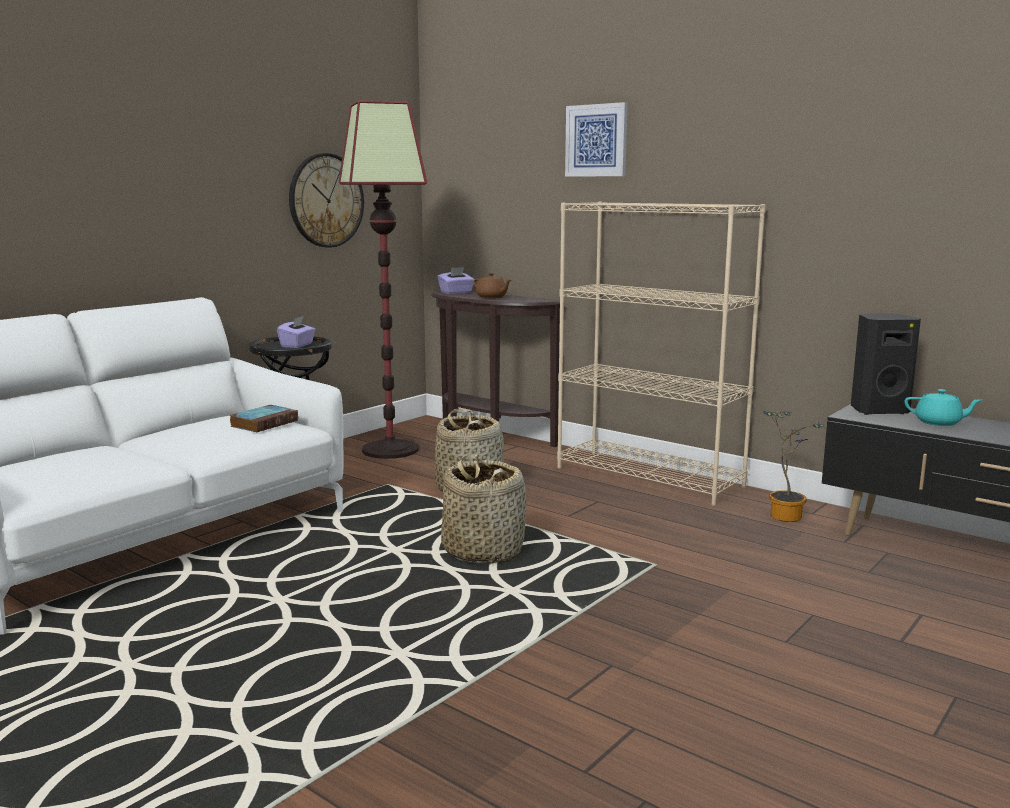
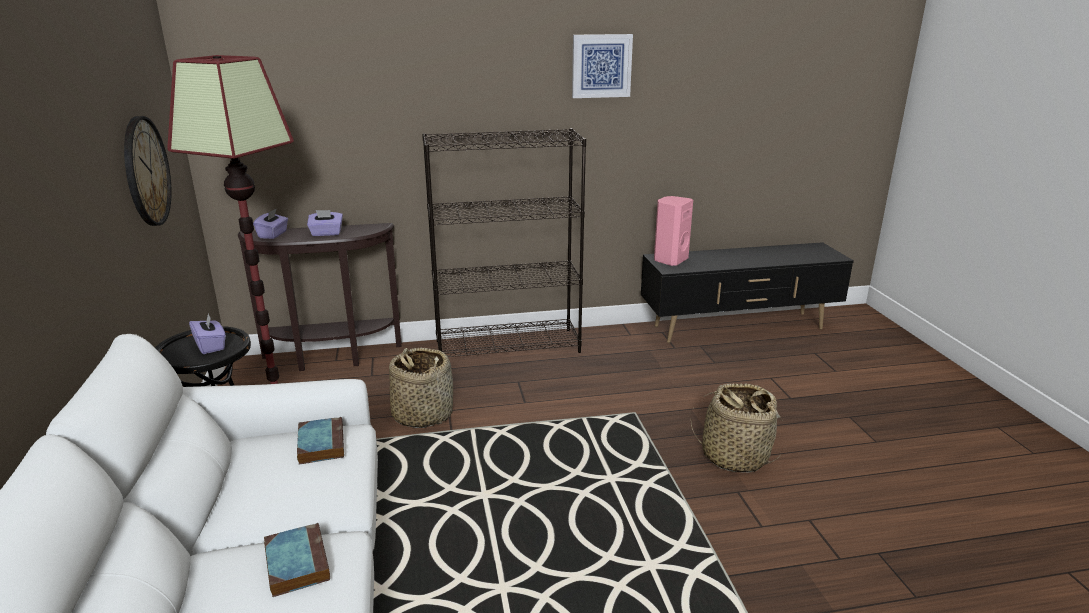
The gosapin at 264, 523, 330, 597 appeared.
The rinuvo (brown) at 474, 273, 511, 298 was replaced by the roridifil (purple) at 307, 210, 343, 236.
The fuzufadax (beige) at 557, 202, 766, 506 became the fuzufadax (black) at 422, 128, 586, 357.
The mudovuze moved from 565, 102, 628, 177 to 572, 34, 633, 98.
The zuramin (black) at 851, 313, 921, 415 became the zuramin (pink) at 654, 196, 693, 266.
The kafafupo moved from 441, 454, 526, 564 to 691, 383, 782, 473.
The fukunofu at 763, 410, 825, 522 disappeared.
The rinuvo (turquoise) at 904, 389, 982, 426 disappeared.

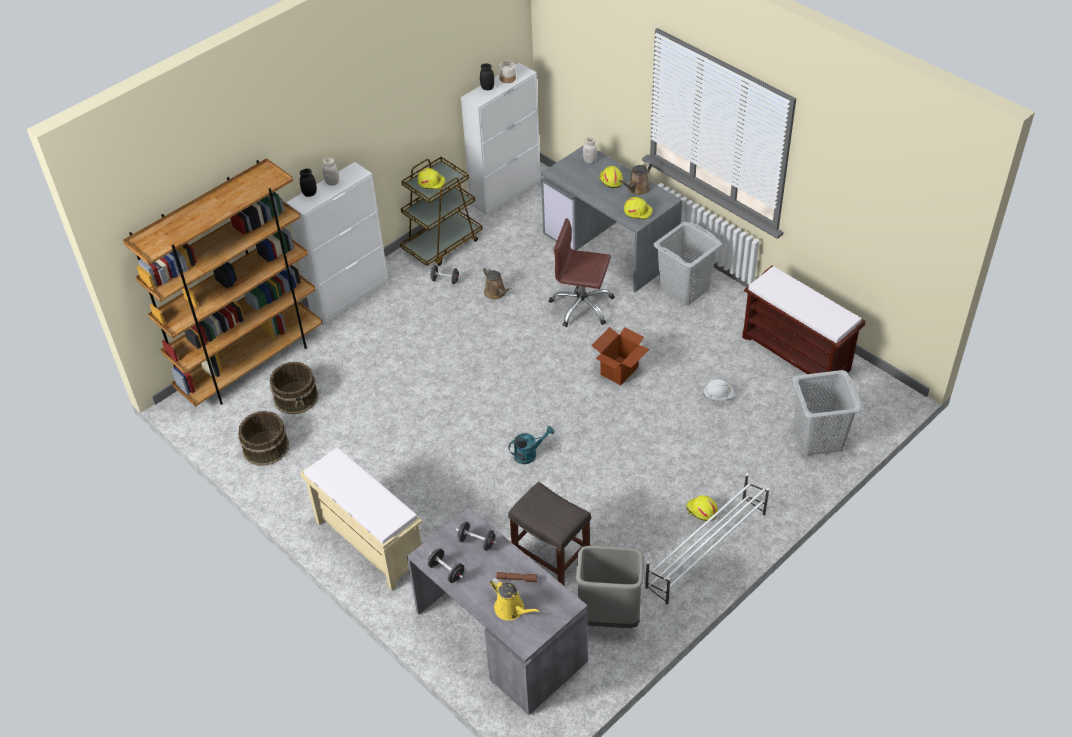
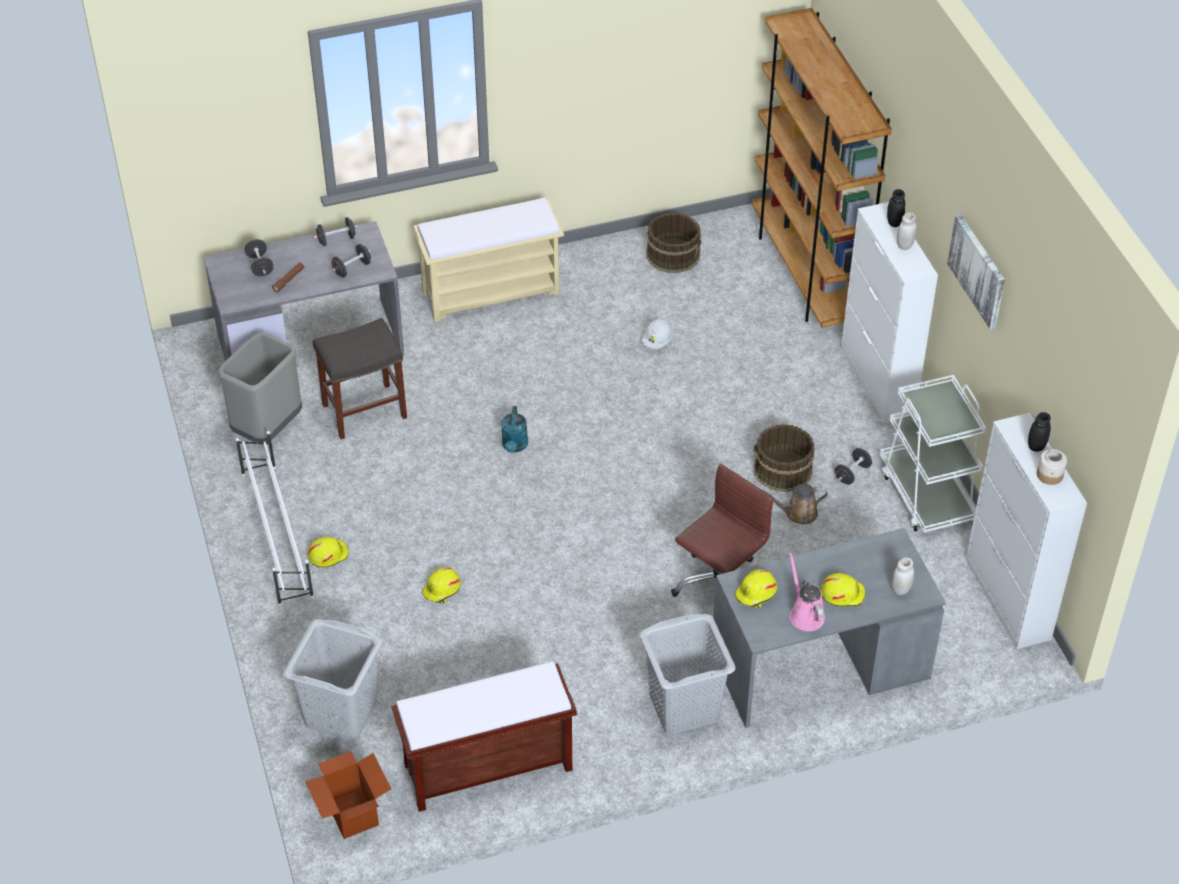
The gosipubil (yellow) at 490, 578, 540, 620 was replaced by the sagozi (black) at 245, 239, 274, 277.
The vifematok moved from 591, 327, 649, 385 to 305, 751, 391, 839.
The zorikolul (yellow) moved from 417, 168, 445, 190 to 422, 567, 461, 603.
The zorikolul (white) moved from 703, 379, 734, 400 to 642, 318, 673, 349.
The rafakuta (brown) moved from 270, 362, 319, 415 to 753, 424, 815, 492.
The gosipubil (brown) at 618, 162, 652, 195 became the gosipubil (pink) at 789, 551, 825, 631.
The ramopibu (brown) at 400, 157, 483, 266 became the ramopibu (white) at 880, 375, 986, 533.
The mudovuze at 947, 215, 1005, 329 appeared.

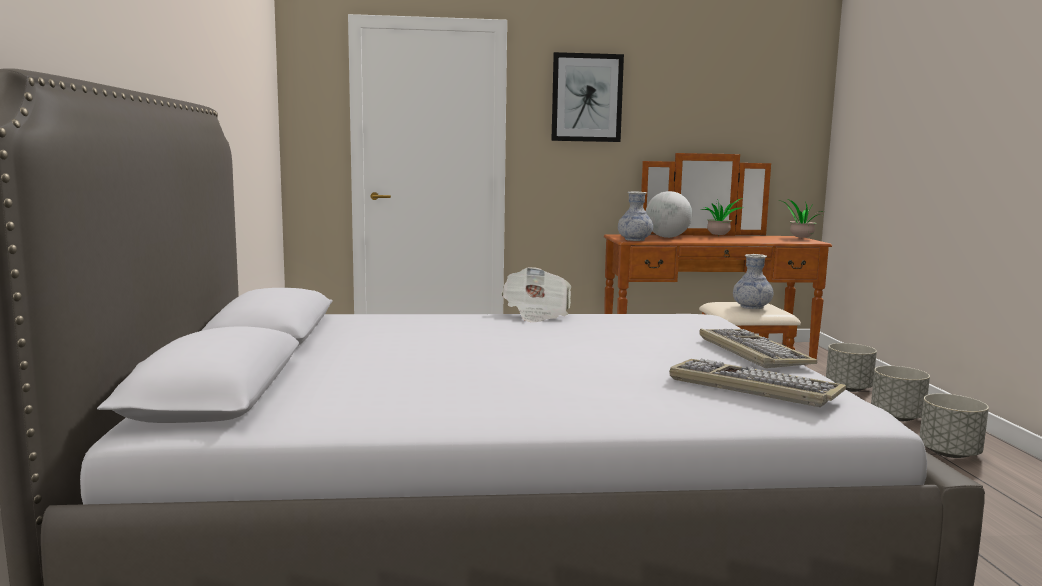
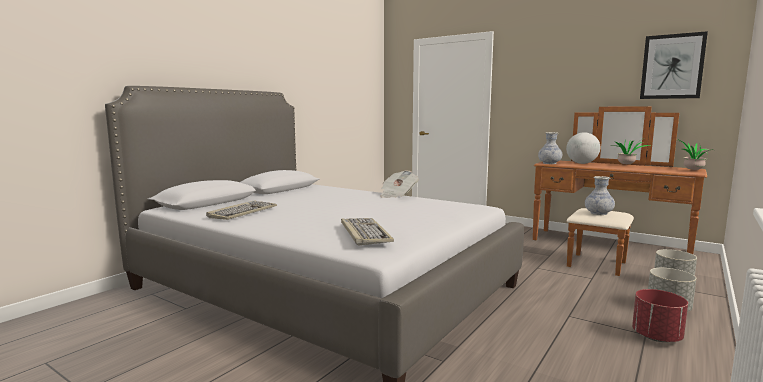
The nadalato moved from 699, 329, 817, 368 to 206, 200, 277, 220.
The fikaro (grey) at 919, 394, 989, 458 became the fikaro (red) at 632, 289, 688, 342.
The mudovuze moved from 551, 52, 624, 142 to 640, 31, 708, 99.

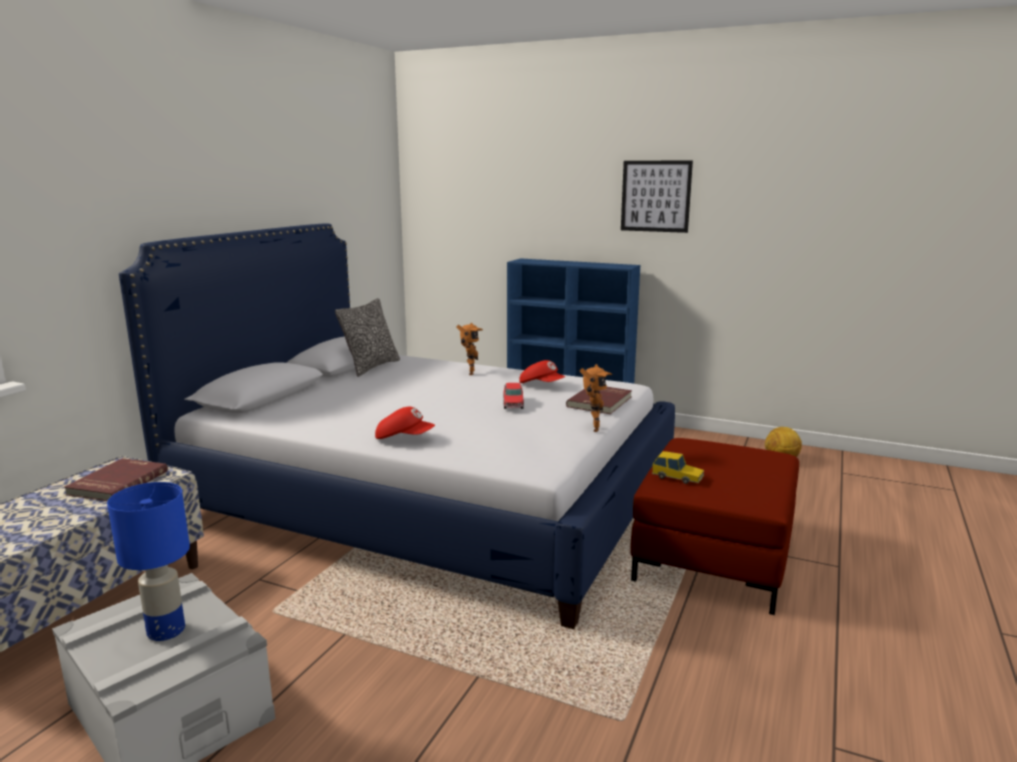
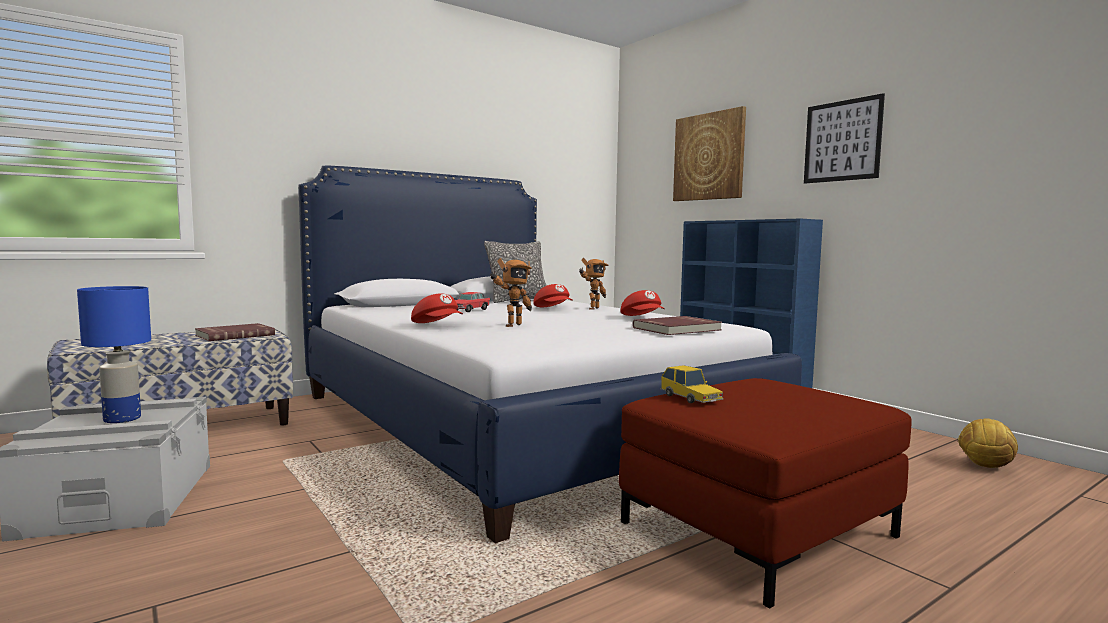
The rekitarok moved from 503, 383, 524, 409 to 455, 292, 490, 312.
The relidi moved from 580, 364, 613, 432 to 490, 258, 532, 327.
The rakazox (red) at 533, 284, 573, 307 appeared.
The mudovuze at 673, 106, 746, 201 appeared.

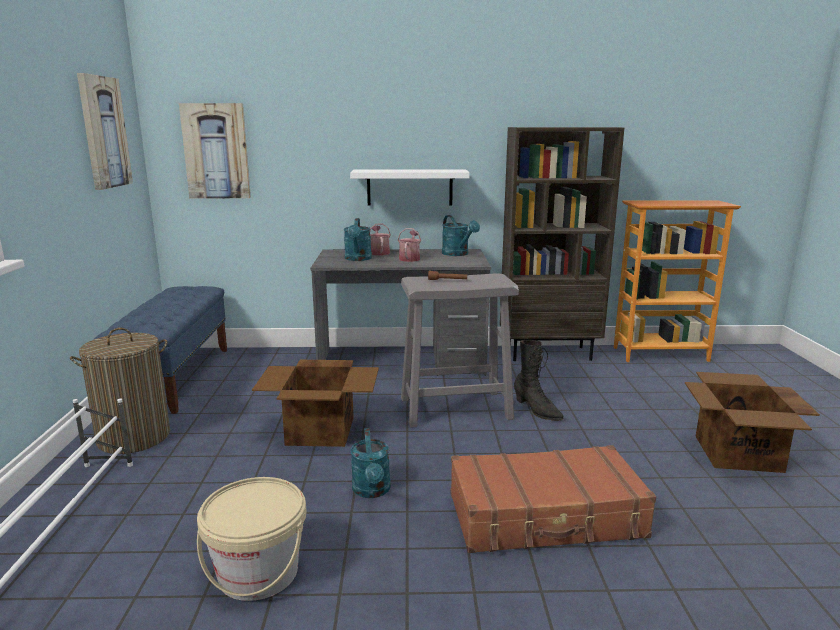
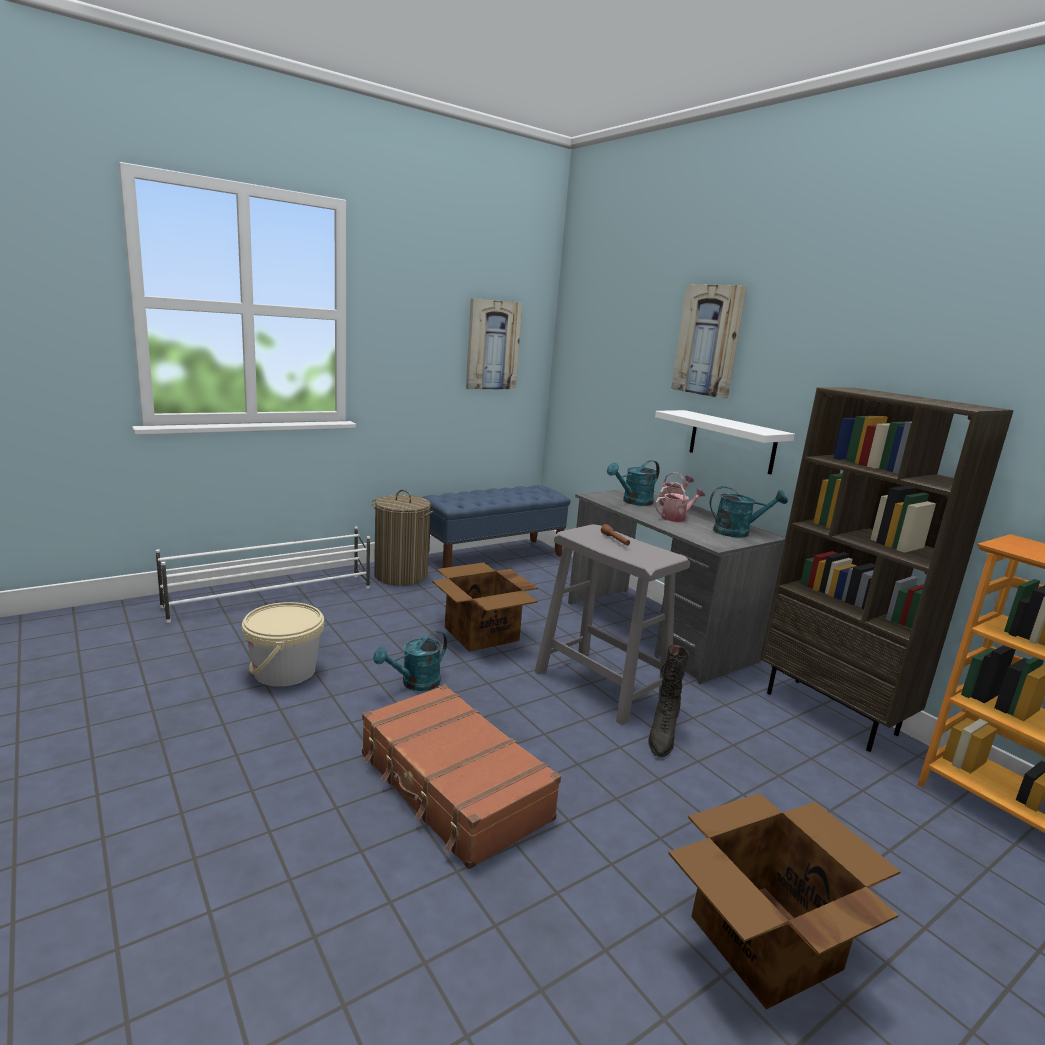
The mudovuze moved from 179, 103, 251, 198 to 671, 284, 747, 399.
The gosipubil (turquoise) at 442, 215, 480, 256 turned 120 degrees counterclockwise.

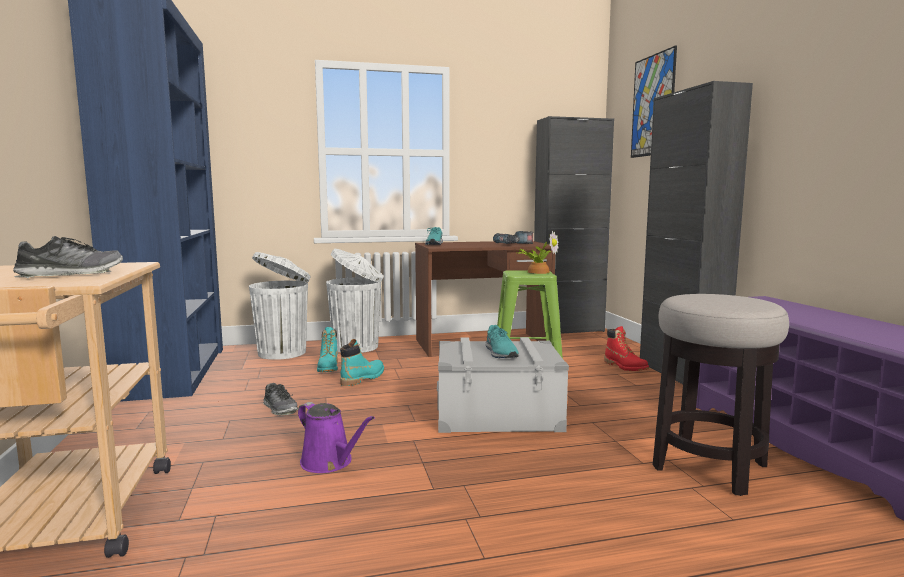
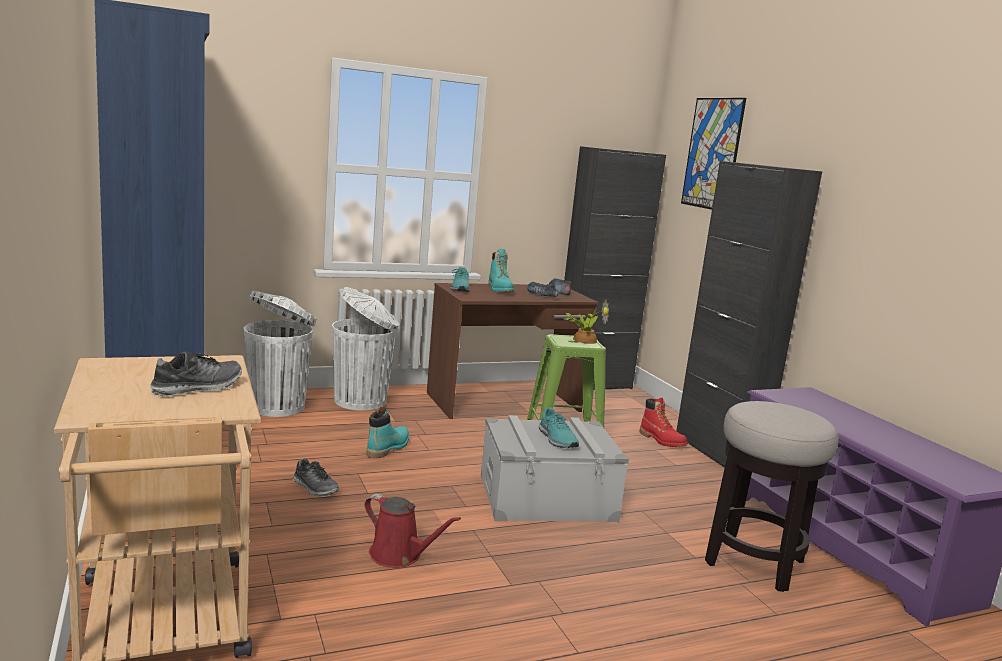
The gosipubil (purple) at 298, 402, 375, 473 became the gosipubil (red) at 364, 494, 461, 568.
The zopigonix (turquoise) moved from 317, 327, 338, 372 to 488, 249, 514, 293.

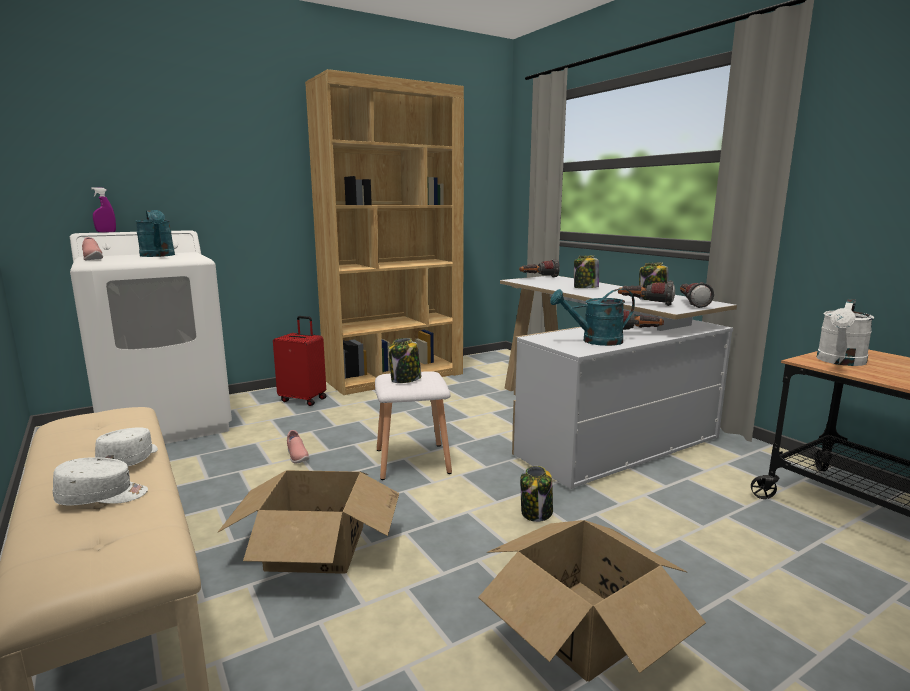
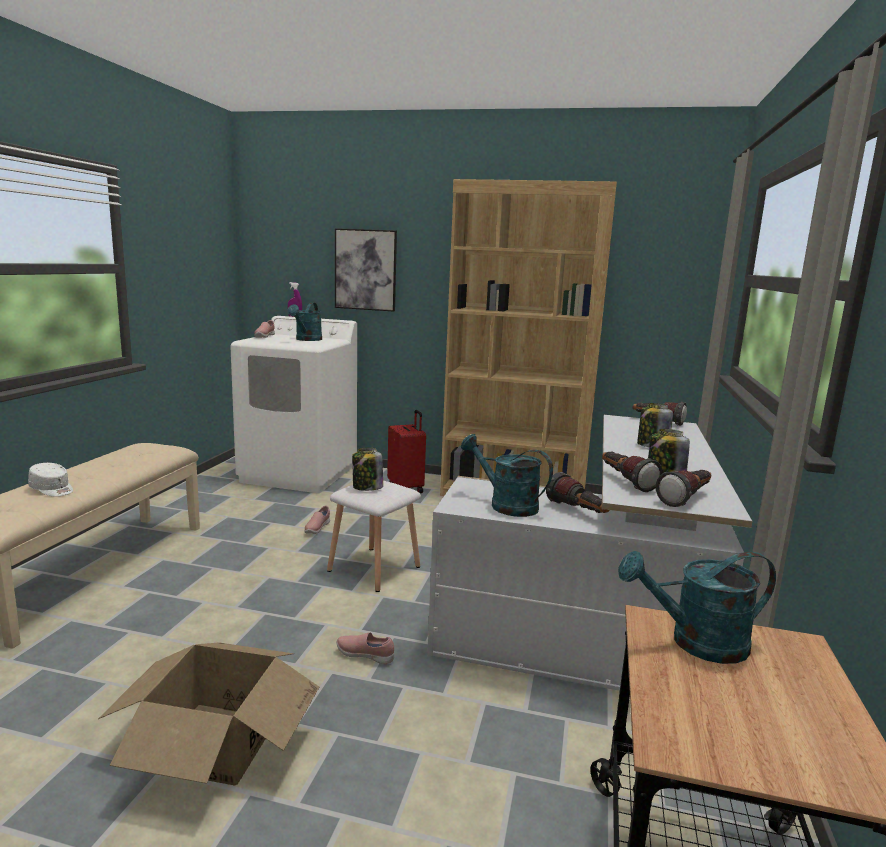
The mudovuze at 335, 228, 397, 312 appeared.
The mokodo at 520, 466, 553, 522 was replaced by the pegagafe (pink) at 336, 632, 394, 664.
The gosipubil (white) at 817, 299, 874, 366 became the gosipubil (turquoise) at 618, 551, 776, 664.
The rakazox (white) at 95, 427, 158, 466 disappeared.
The vifematok at 217, 470, 399, 574 disappeared.

